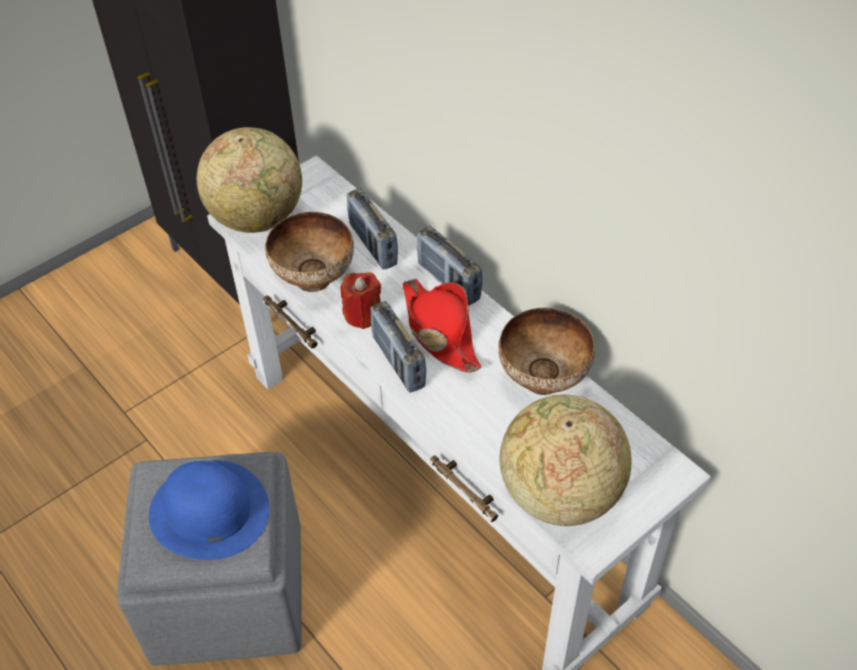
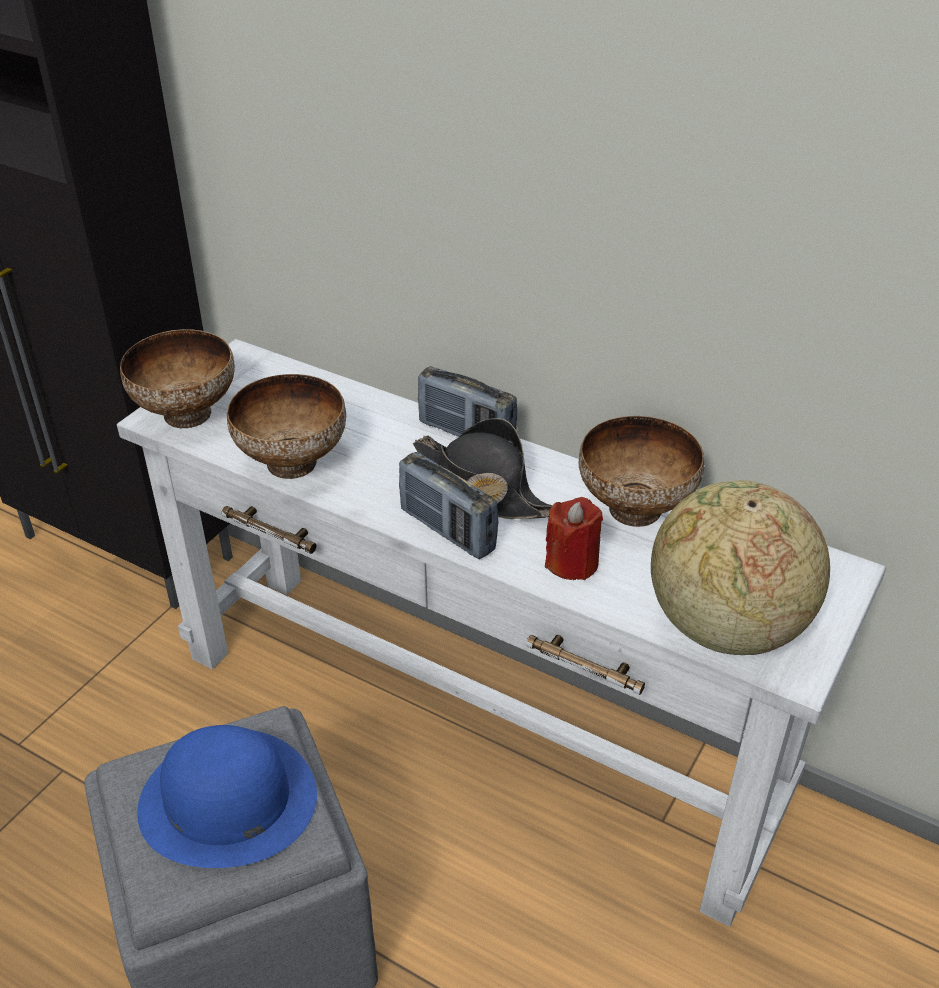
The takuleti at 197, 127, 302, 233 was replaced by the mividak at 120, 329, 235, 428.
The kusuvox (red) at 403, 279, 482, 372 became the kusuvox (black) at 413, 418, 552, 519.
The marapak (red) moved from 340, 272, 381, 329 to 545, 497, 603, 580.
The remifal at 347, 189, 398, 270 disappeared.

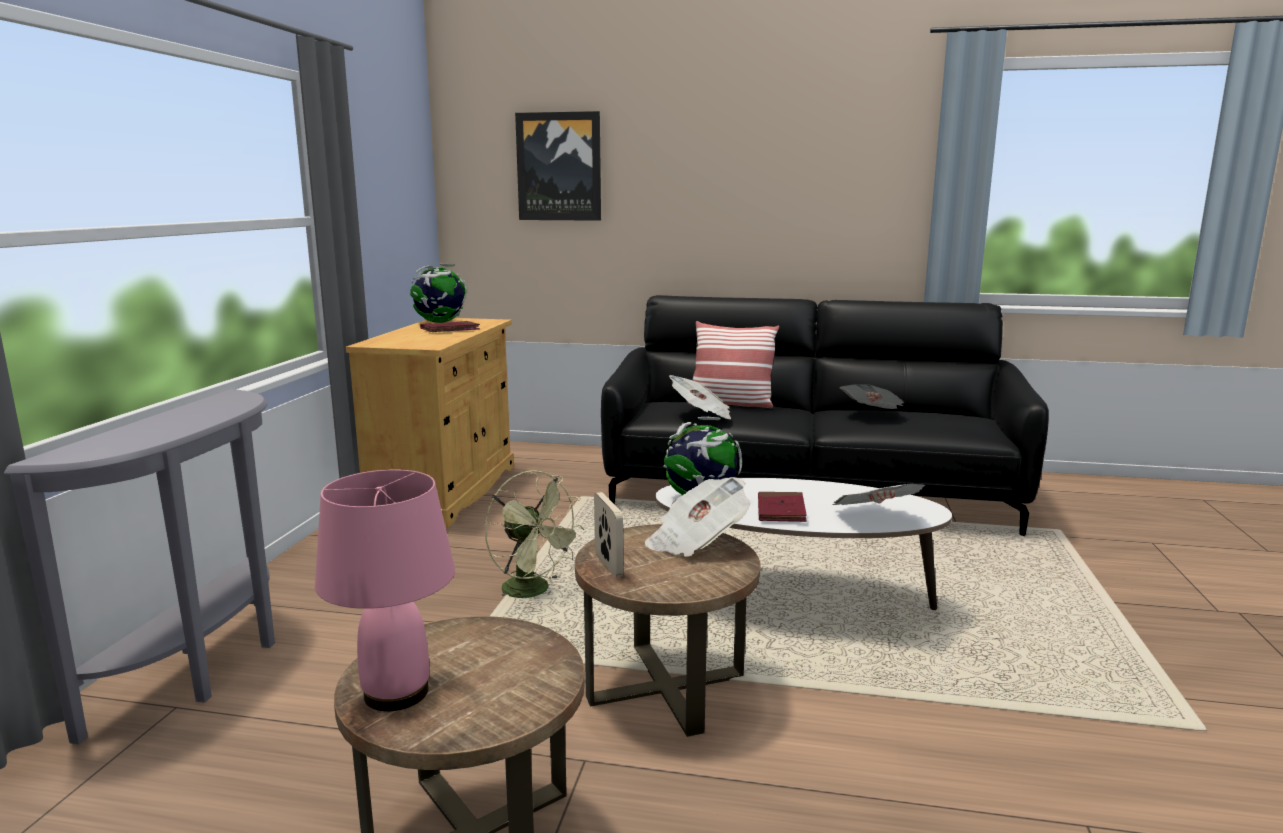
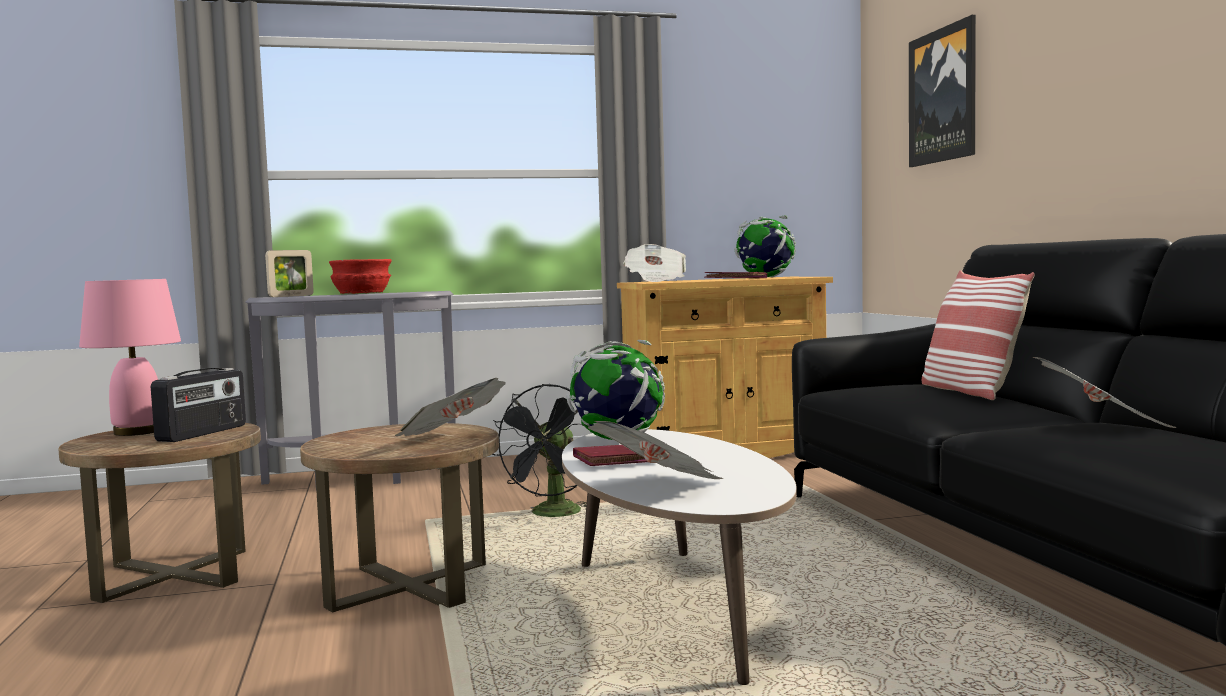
The remifal at 151, 368, 246, 442 appeared.
The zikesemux moved from 594, 492, 623, 577 to 265, 250, 314, 297.
The mividak (red) at 329, 259, 392, 294 appeared.
The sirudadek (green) at 484, 470, 585, 599 became the sirudadek (black) at 492, 384, 587, 517.
The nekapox moved from 669, 375, 731, 420 to 623, 244, 686, 282.

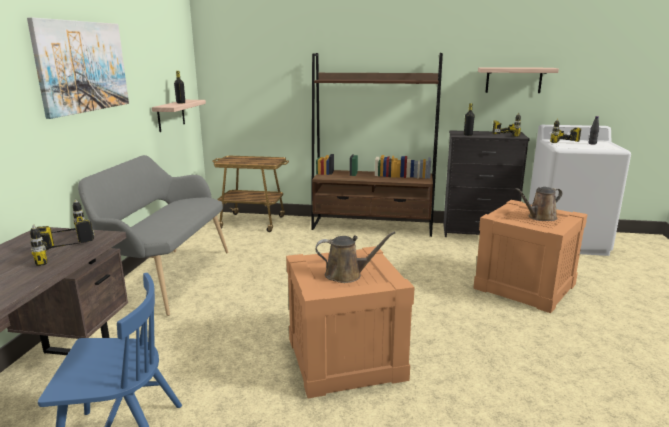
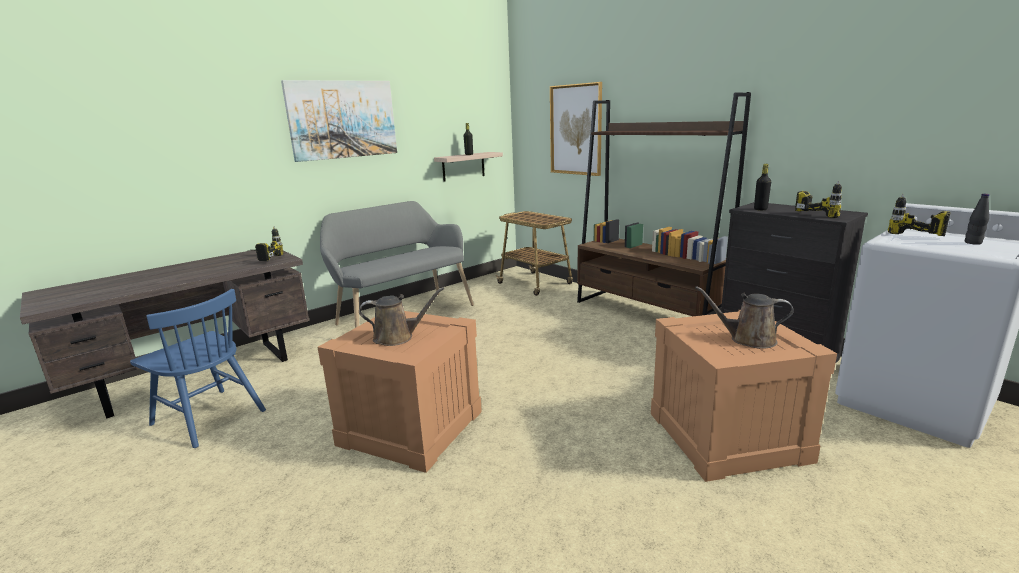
The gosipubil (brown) at 315, 232, 395, 283 turned 45 degrees counterclockwise.
The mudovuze at 550, 82, 602, 176 appeared.
The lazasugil at 30, 224, 83, 266 disappeared.
The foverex at 478, 67, 559, 93 disappeared.

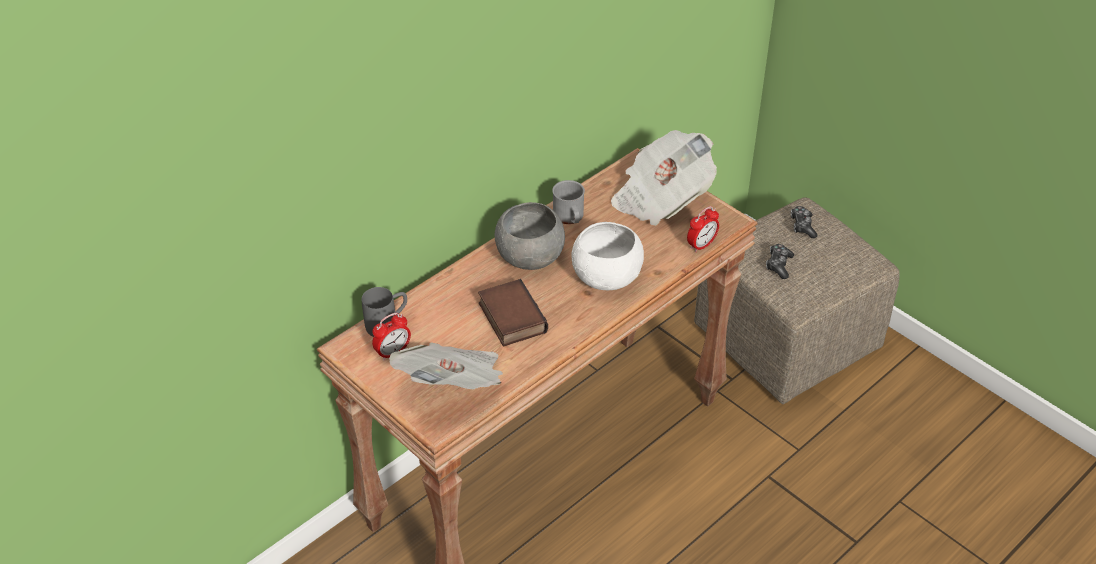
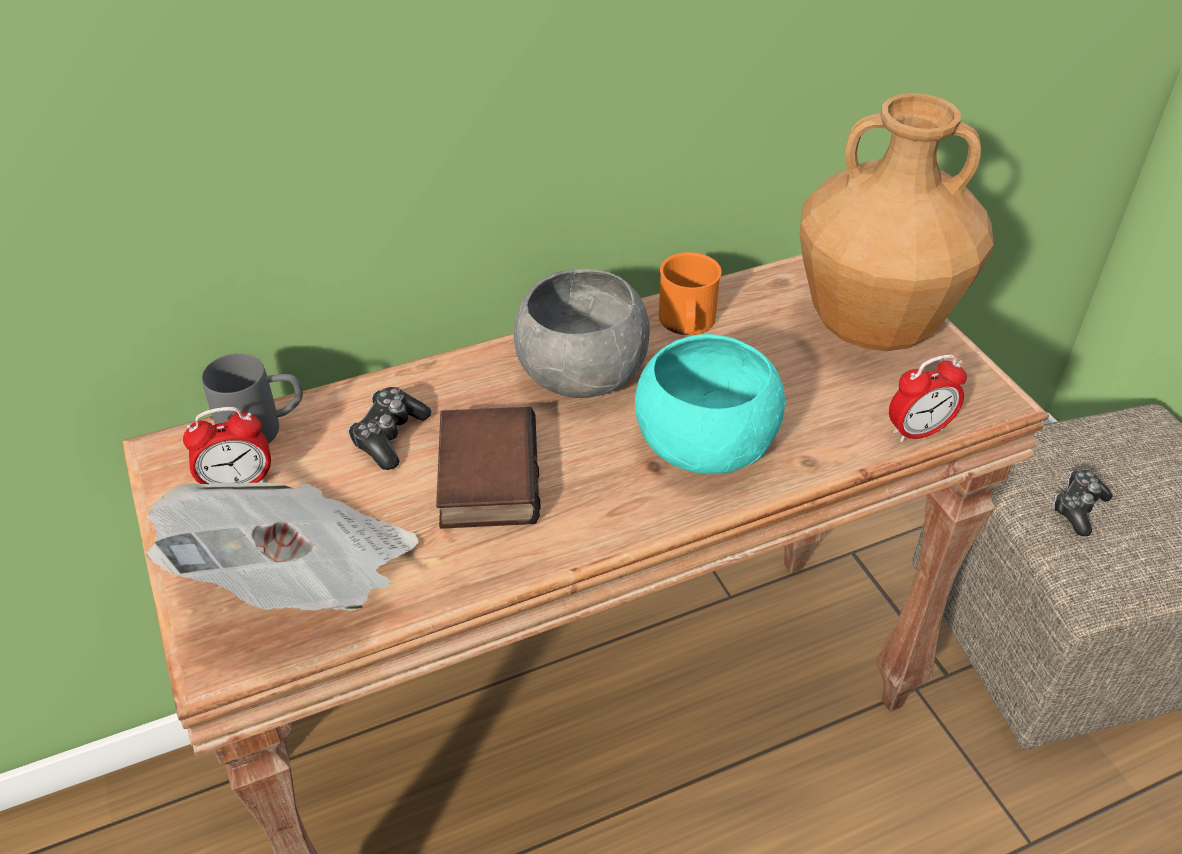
The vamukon moved from 791, 206, 817, 238 to 347, 387, 432, 470.
The mividak (white) at 572, 222, 644, 290 became the mividak (turquoise) at 635, 334, 785, 474.
The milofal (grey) at 552, 180, 585, 224 became the milofal (orange) at 659, 252, 722, 335.
The nekapox at 611, 130, 717, 226 was replaced by the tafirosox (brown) at 799, 93, 994, 351.

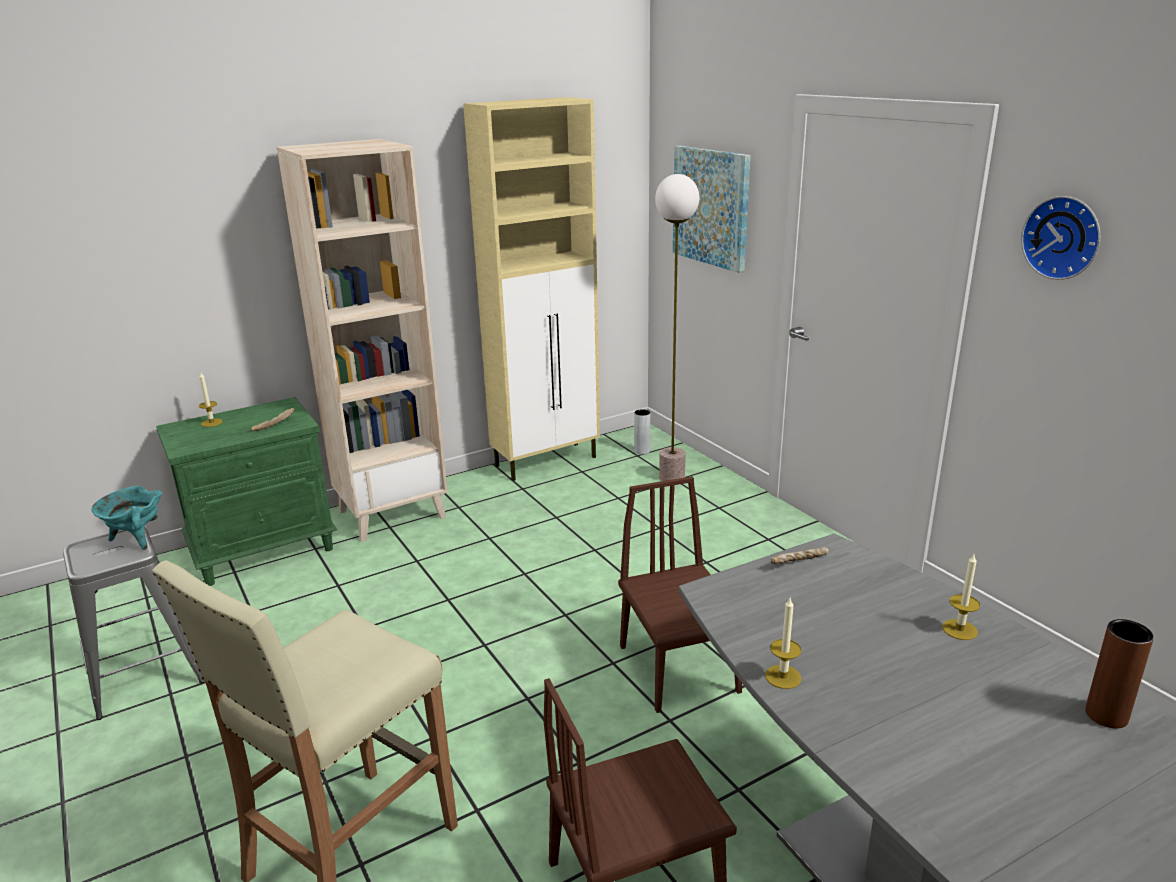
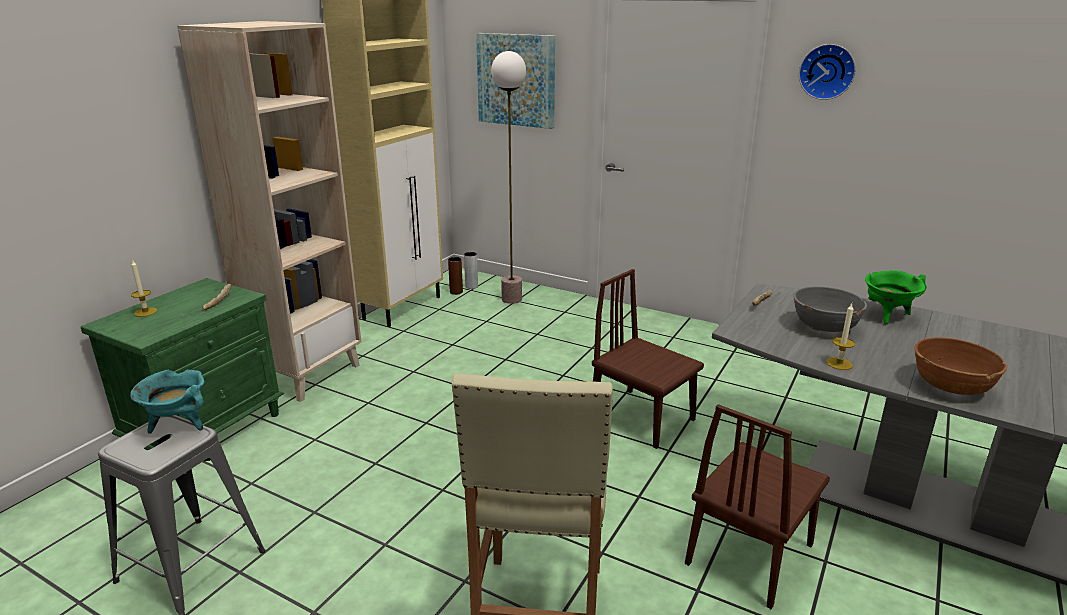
The tafirosox (brown) moved from 1085, 619, 1154, 729 to 448, 257, 463, 295.
The mividak (grey) at 793, 286, 867, 332 appeared.
The marapak at 942, 554, 980, 640 was replaced by the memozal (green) at 865, 270, 926, 324.
The mividak (brown) at 914, 337, 1007, 395 appeared.

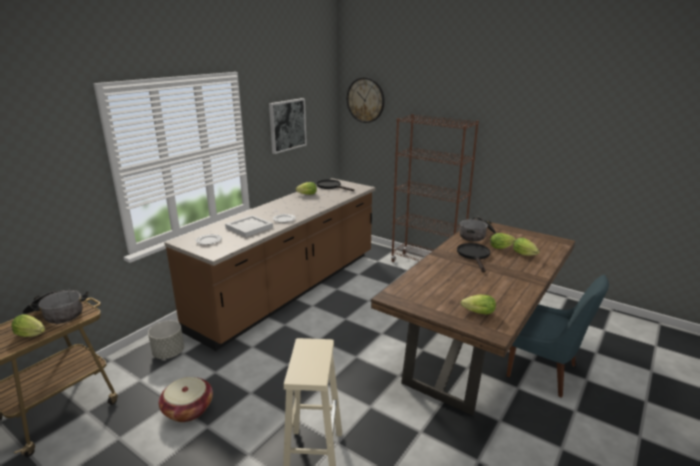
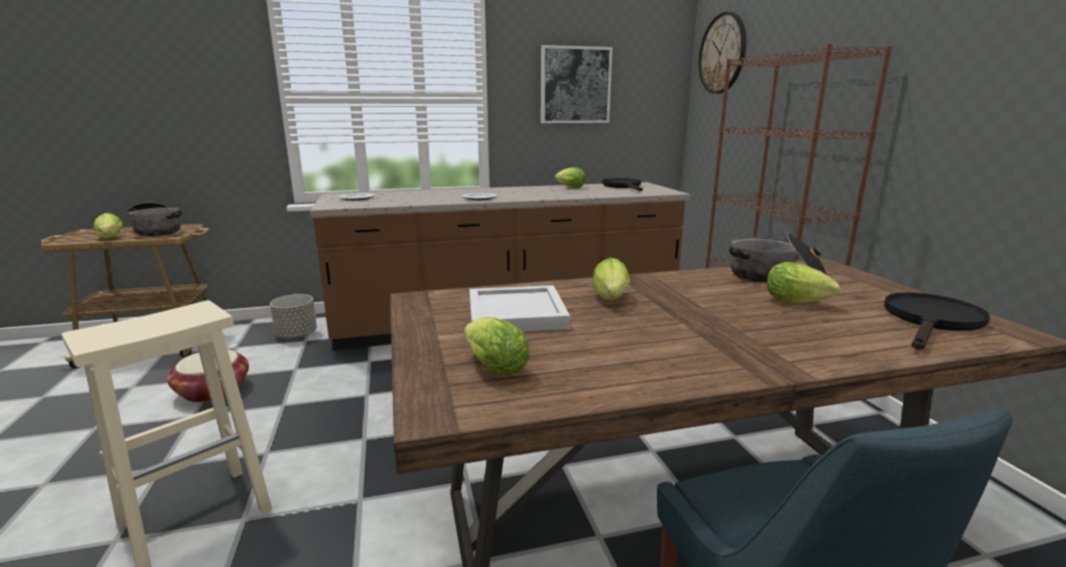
The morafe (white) moved from 225, 215, 273, 237 to 470, 285, 570, 331.
The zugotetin moved from 513, 238, 540, 256 to 592, 257, 630, 300.
The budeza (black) moved from 457, 243, 490, 272 to 884, 293, 990, 350.

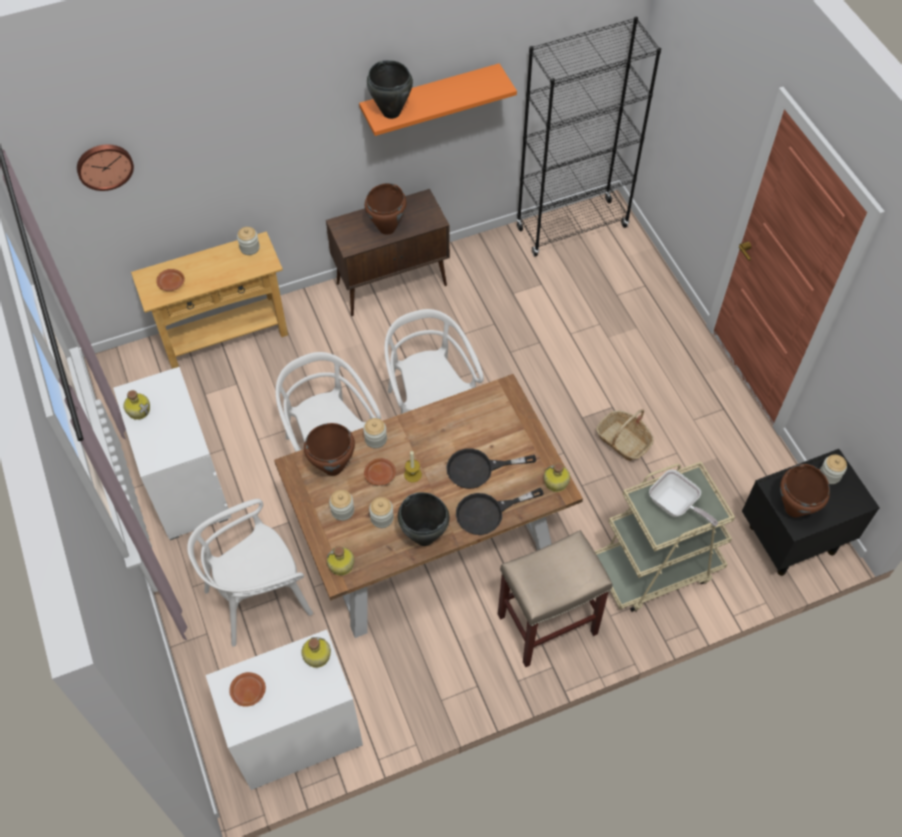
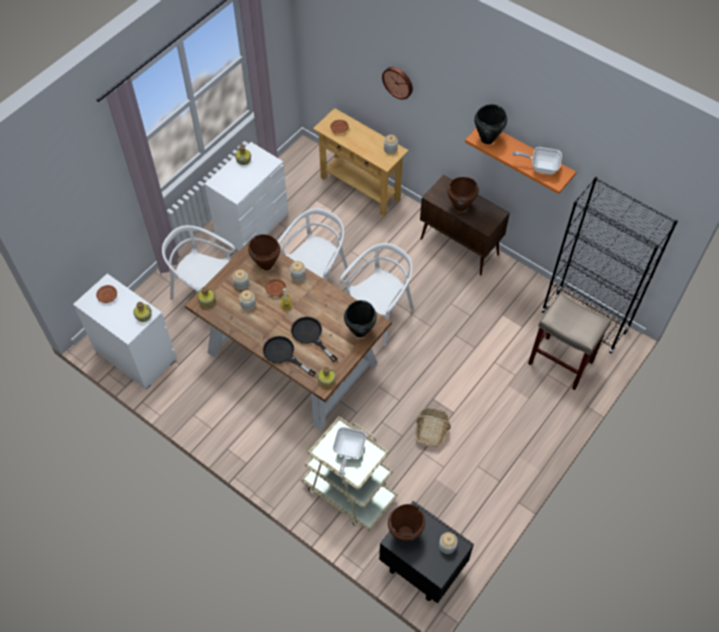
The memozal (black) moved from 398, 492, 450, 546 to 344, 300, 377, 337.
The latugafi moved from 77, 144, 134, 191 to 382, 67, 413, 100.
The budeza at 512, 147, 562, 175 appeared.
The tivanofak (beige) moved from 498, 530, 612, 667 to 528, 293, 611, 390.

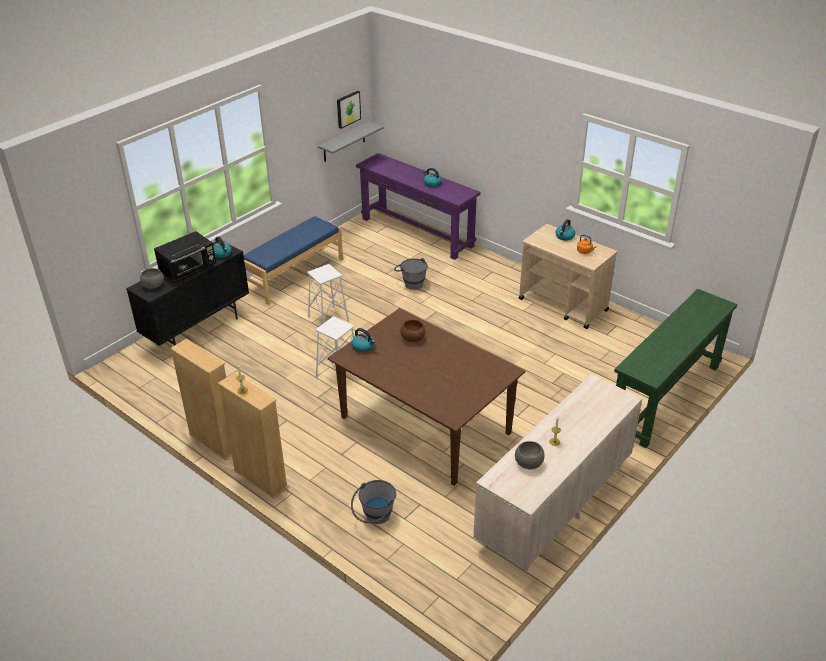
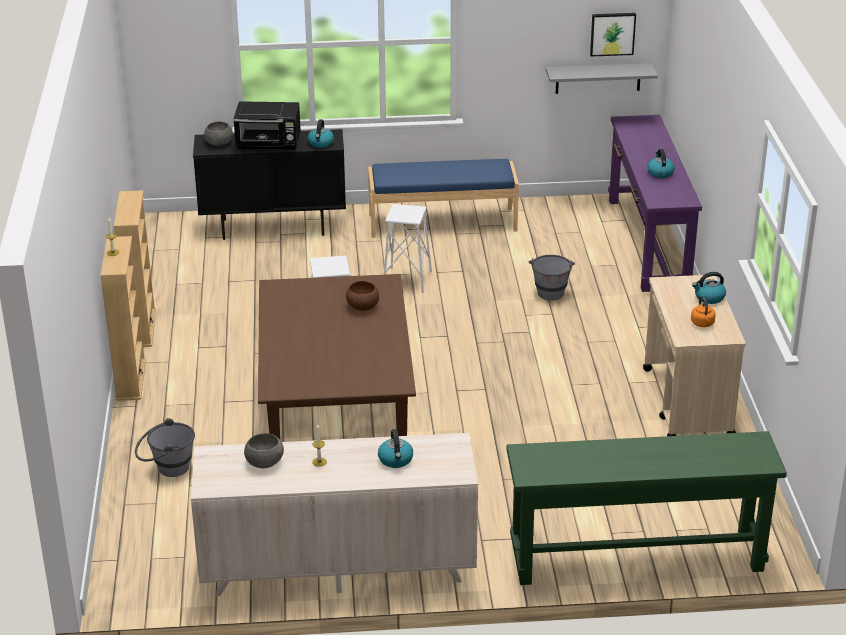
The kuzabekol moved from 352, 328, 375, 353 to 378, 429, 413, 468.

